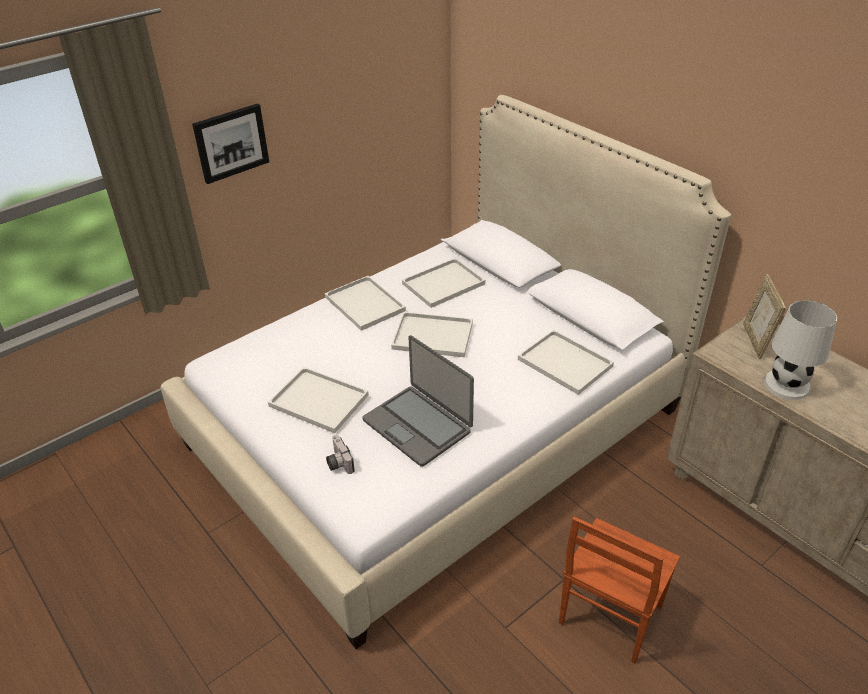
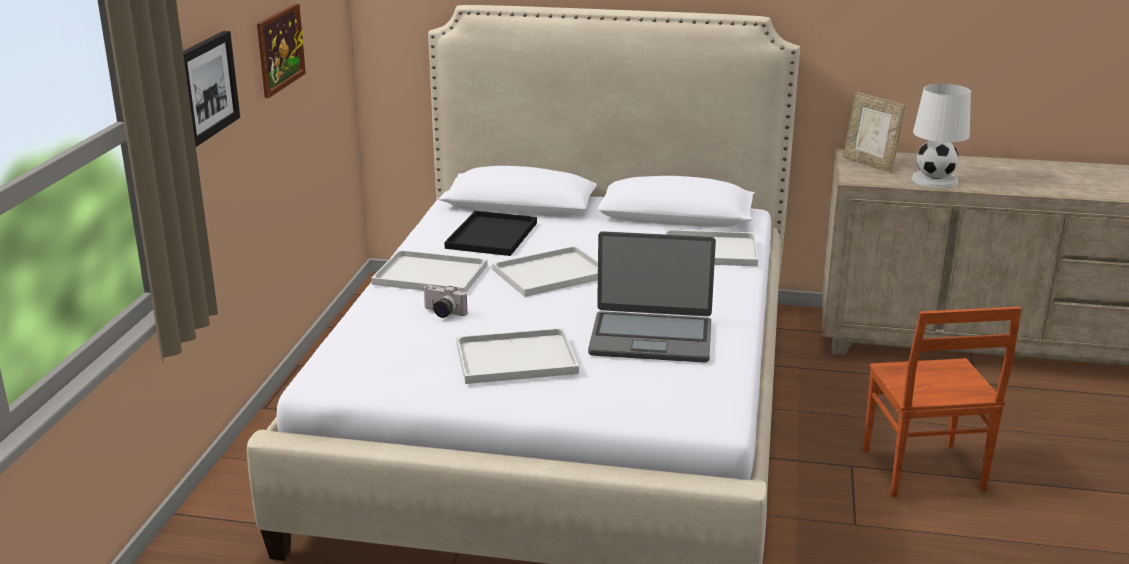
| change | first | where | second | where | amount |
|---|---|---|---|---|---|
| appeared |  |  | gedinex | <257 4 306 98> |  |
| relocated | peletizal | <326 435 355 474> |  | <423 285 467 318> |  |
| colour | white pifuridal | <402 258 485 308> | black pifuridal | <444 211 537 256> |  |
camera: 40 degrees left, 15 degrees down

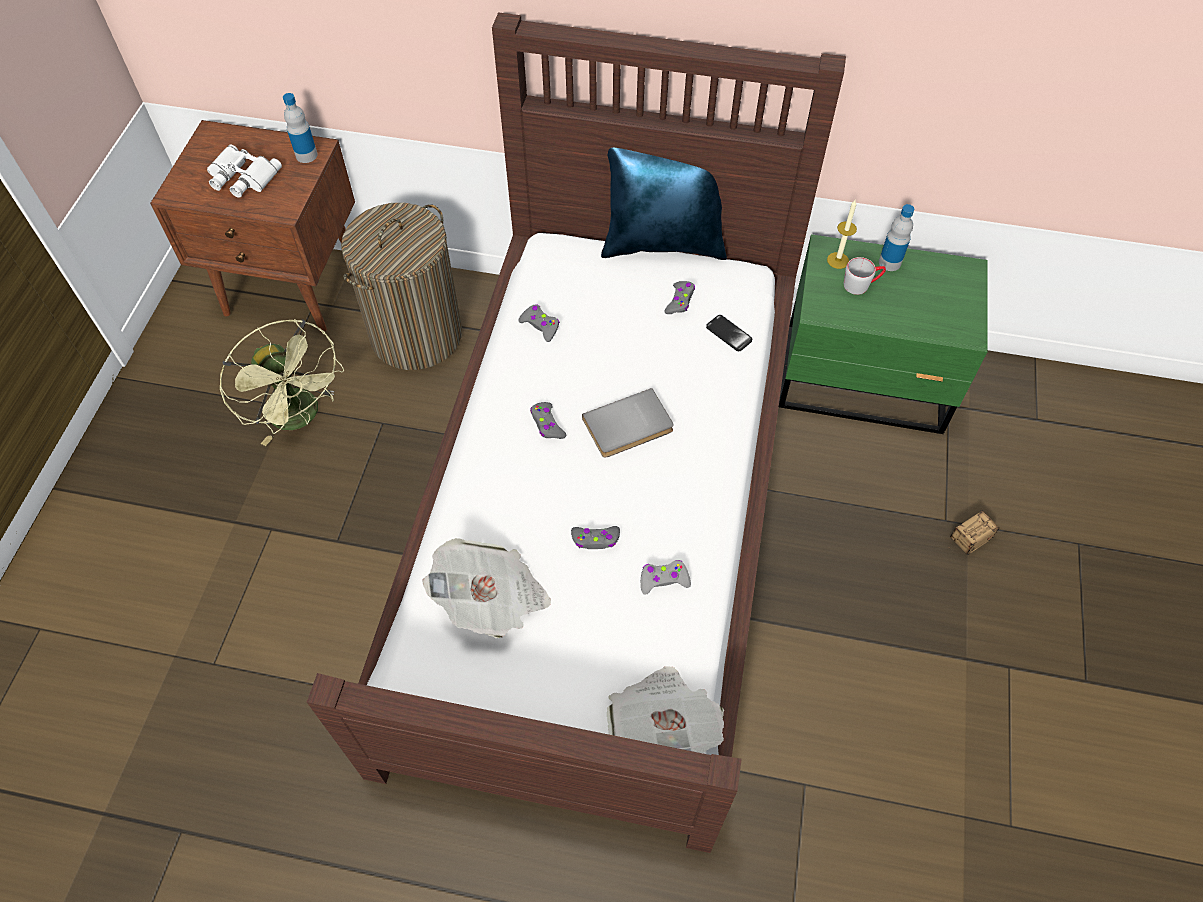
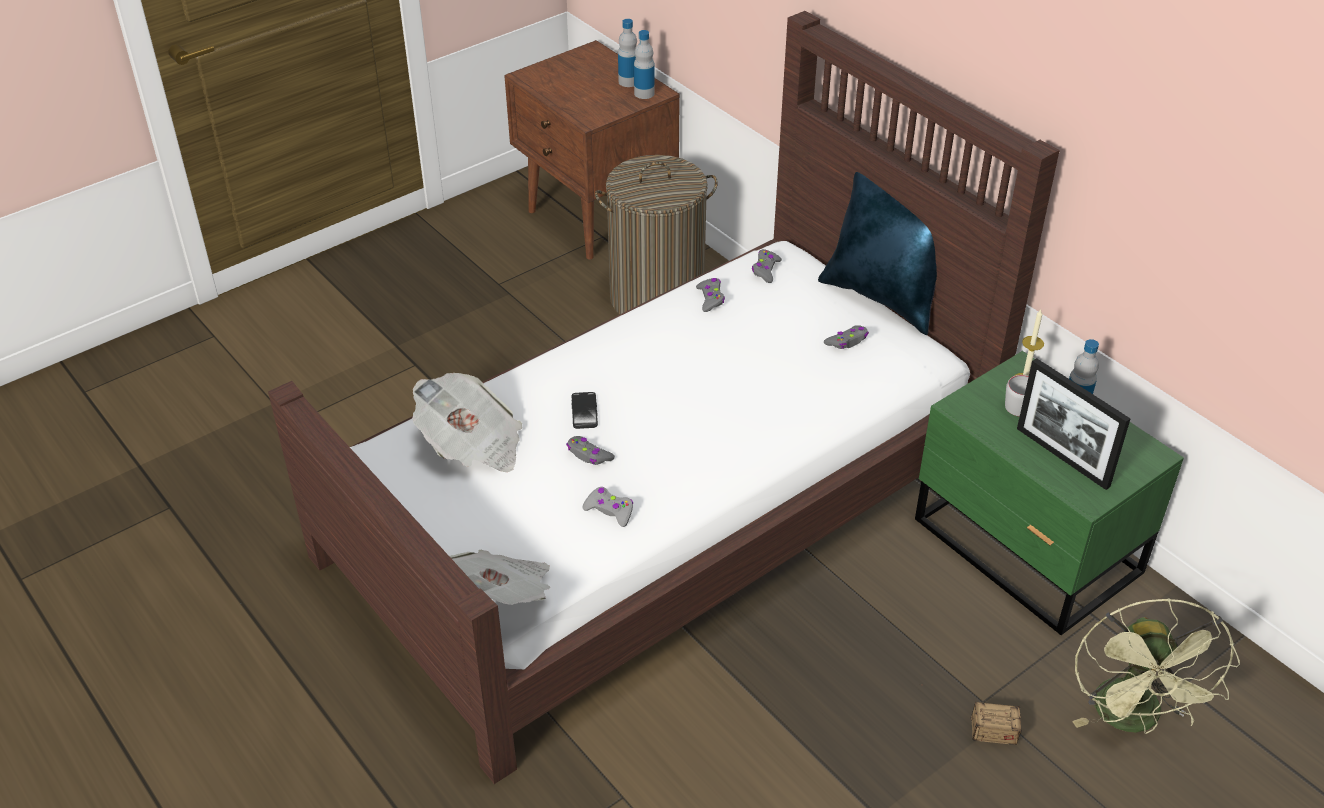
| change | first | where | second | where | amount |
|---|---|---|---|---|---|
| relocated | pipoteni | <706 315 752 351> |  | <572 392 598 429> |  |
| appeared |  |  | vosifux | <618 19 637 87> |  |
| relocated | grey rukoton | <530 402 566 439> |  | <752 249 782 283> |  |
| appeared |  |  | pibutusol | <1017 358 1131 490> |  |
| relocated | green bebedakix | <219 319 344 446> |  | <1072 598 1240 734> |  |
| missing | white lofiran | <207 144 282 198> |  |  |  |
| missing | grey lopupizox | <582 388 674 458> |  |  |  |
camera: 40 degrees right, 15 degrees down

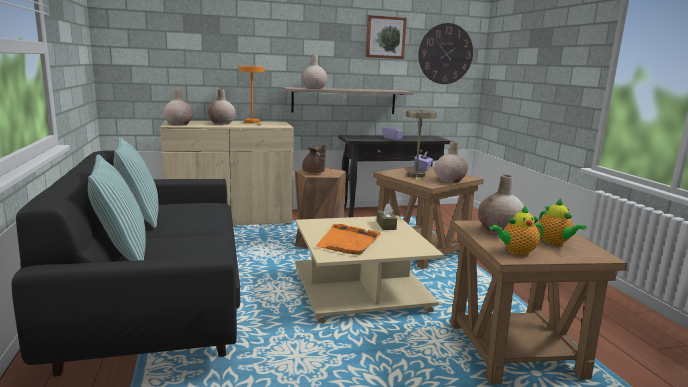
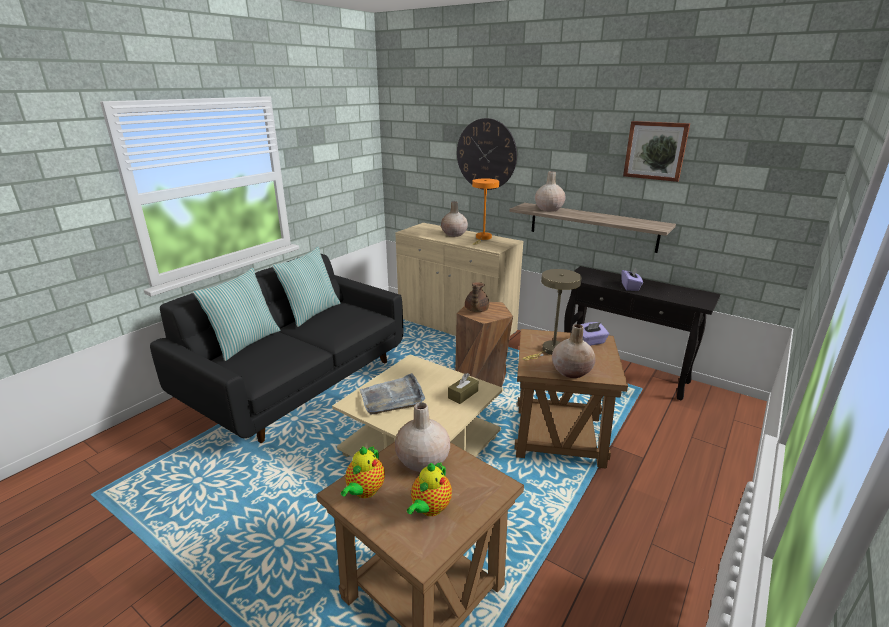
| change | first | where | second | where | amount |
|---|---|---|---|---|---|
| spun | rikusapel | <489 205 543 256> |  | <341 445 385 498> | 105 degrees counterclockwise |
| colour | orange pifuridal | <316 224 381 255> | grey pifuridal | <360 373 425 415> |  |
| relocated | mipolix | <418 23 473 84> |  | <457 118 517 190> |  |
| missing | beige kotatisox | <163 88 193 126> |  |  |  |
camera: 50 degrees right, 10 degrees up

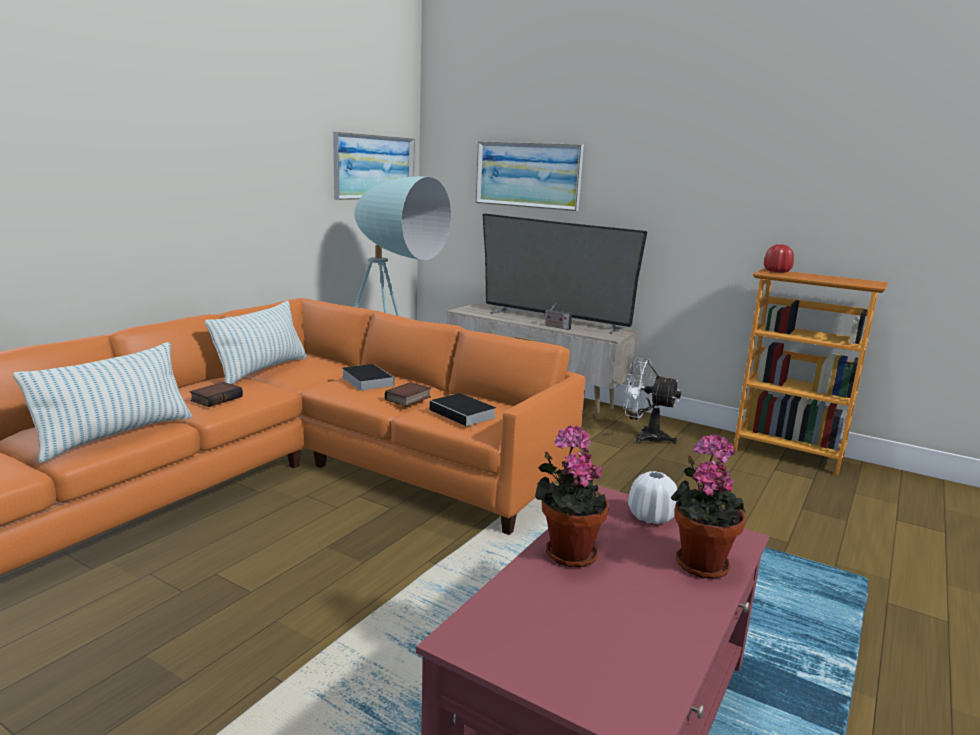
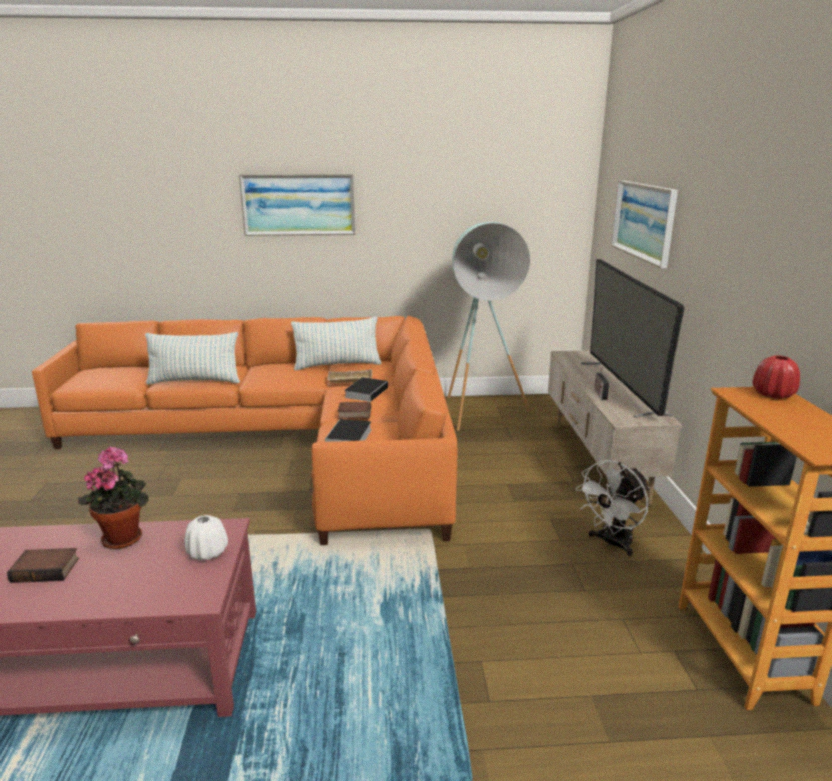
| change | first | where | second | where | amount |
|---|---|---|---|---|---|
| relocated | lopupizox | <190 382 243 407> |  | <7 548 79 583> |  |
| relocated | gedinex | <333 132 415 200> |  | <239 174 355 236> |  |
| appeared |  |  | beige pifuridal | <327 369 372 383> |  |
| spun | white bebedakix | <623 358 681 444> |  | <575 460 650 556> | 120 degrees counterclockwise |
| missing | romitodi | <671 434 746 578> |  |  |  |
camera: 55 degrees right, 5 degrees up

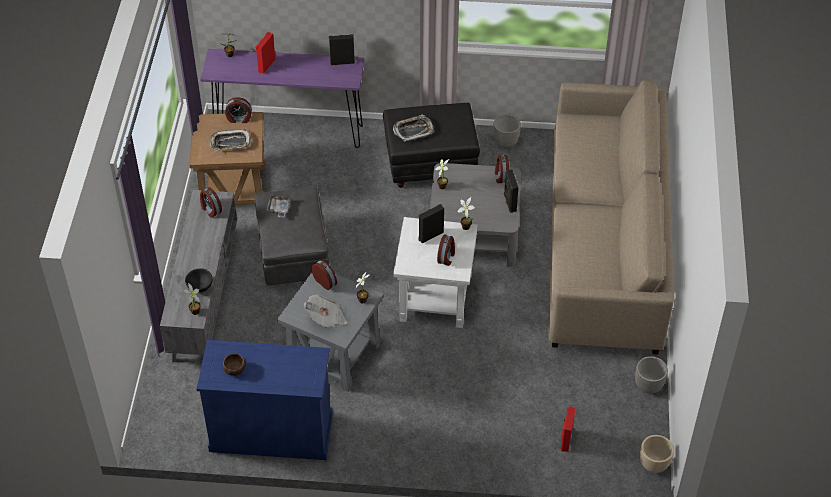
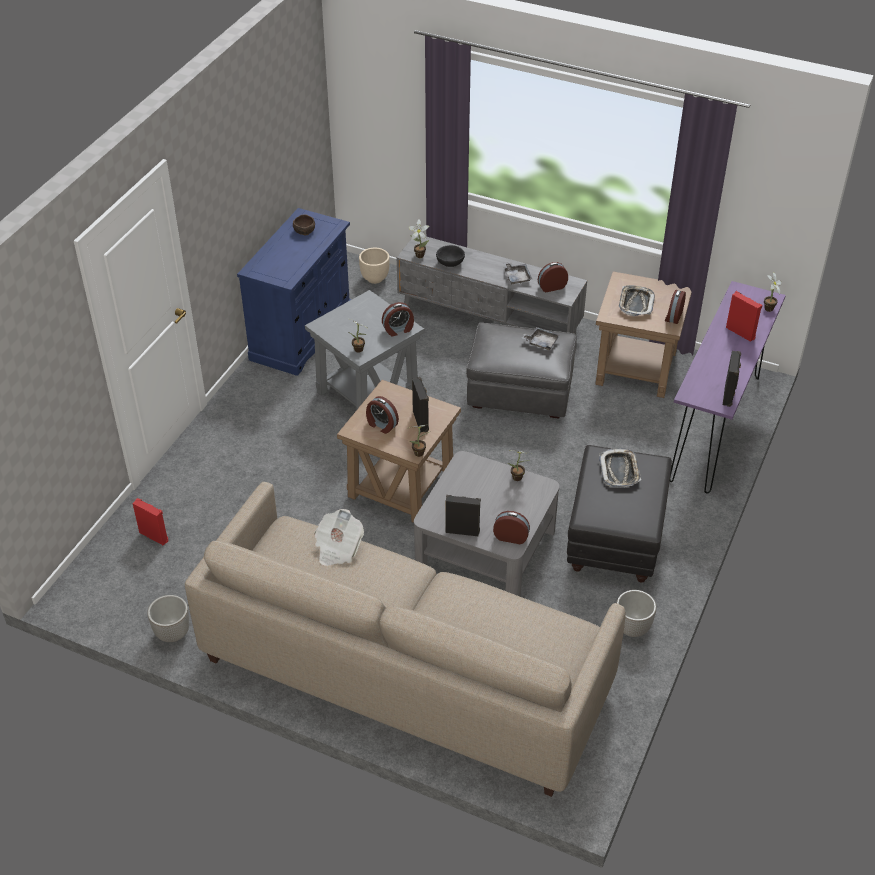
| change | first | where | second | where | amount |
|---|---|---|---|---|---|
| relocated | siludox | <304 294 347 328> |  | <314 509 364 566> |  |
| colour | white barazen | <393 217 478 328> | brown barazen | <337 380 461 523> |  |
| relocated | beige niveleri | <640 435 674 473> |  | <359 248 390 284> |  |
| appeared |  |  | grey pifuridal | <503 262 532 284> |  |
camera: 110 degrees right, 5 degrees down

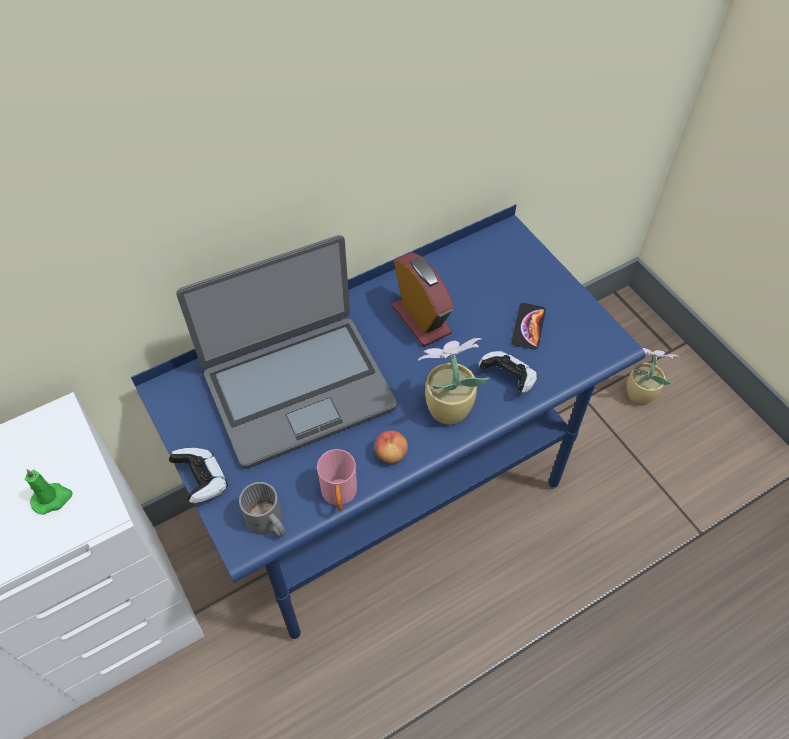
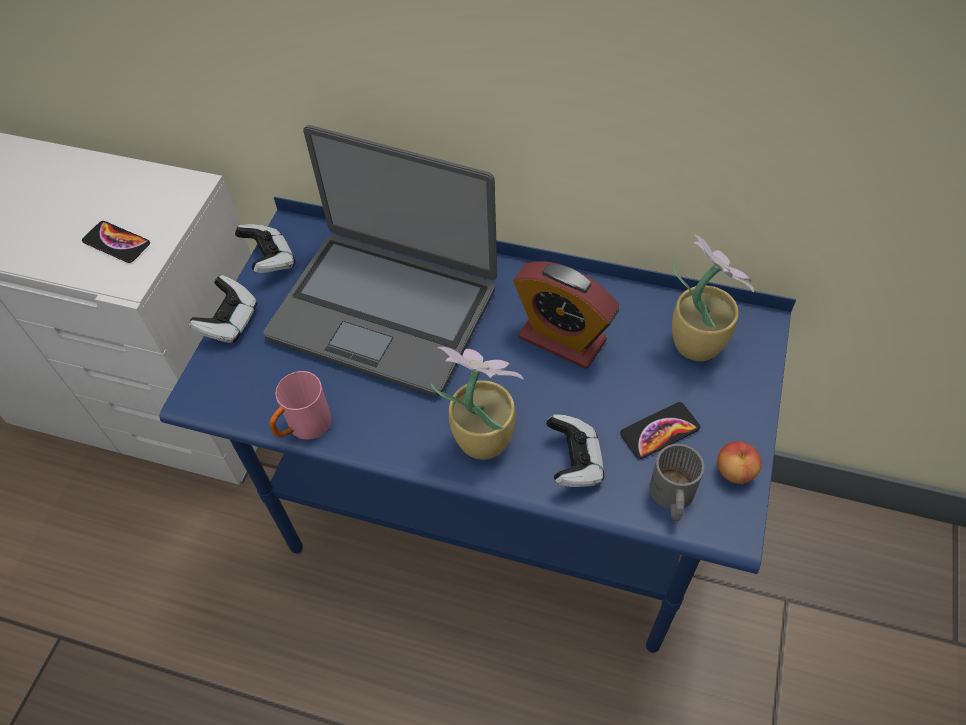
| change | first | where | second | where | amount |
|---|---|---|---|---|---|
| exchanged | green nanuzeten | <25 469 73 515> | pipoteni | <82 221 150 263> |  |
| appeared |  |  | rukoton | <235 224 295 273> |  |
| spun | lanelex | <392 253 454 347> |  | <513 261 620 369> | 105 degrees clockwise |
| relocated | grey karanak | <239 482 285 537> |  | <649 444 704 521> |  |
| relocated | romitodi | <627 348 680 404> |  | <672 235 754 361> |  |
| relocated | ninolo | <375 430 408 463> |  | <717 441 762 484> |  |
camera: 50 degrees right, 0 degrees up

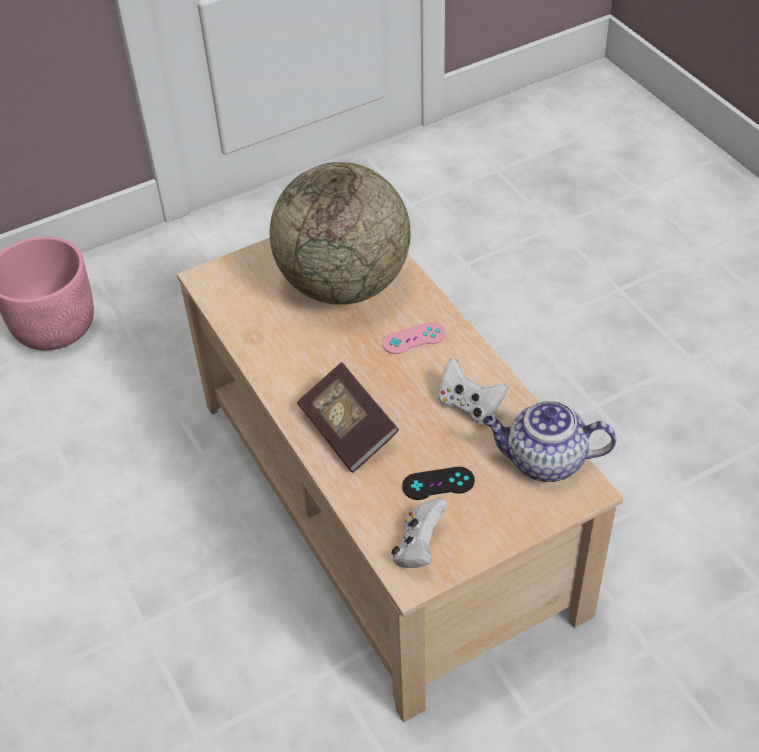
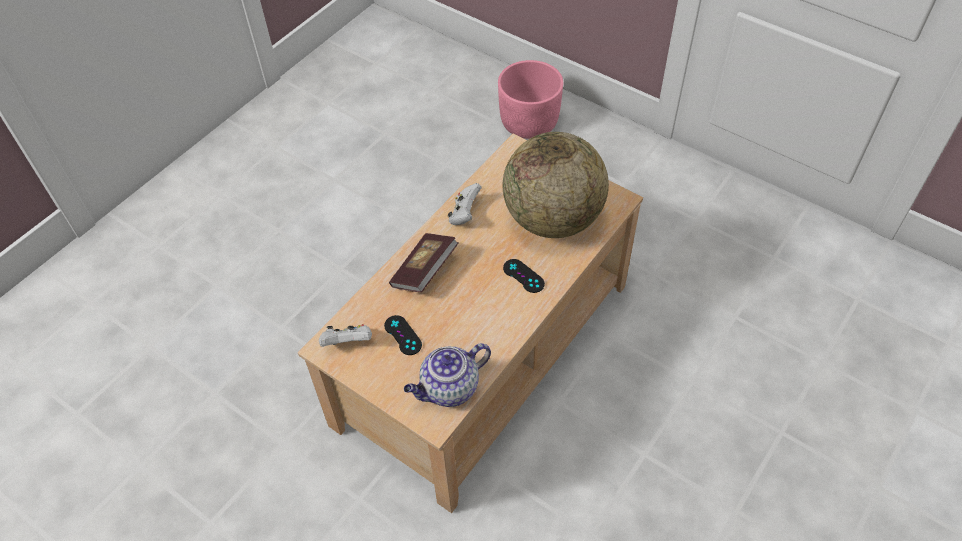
| change | first | where | second | where | amount |
|---|---|---|---|---|---|
| spun | rikusapel | <483 400 616 482> |  | <404 343 491 407> | 105 degrees counterclockwise |
| relocated | white rukoton | <438 358 508 423> |  | <448 183 482 225> |  |
| colour | pink rukoton | <382 322 445 354> | black rukoton | <503 259 545 293> |  |
camera: 65 degrees right, 5 degrees up

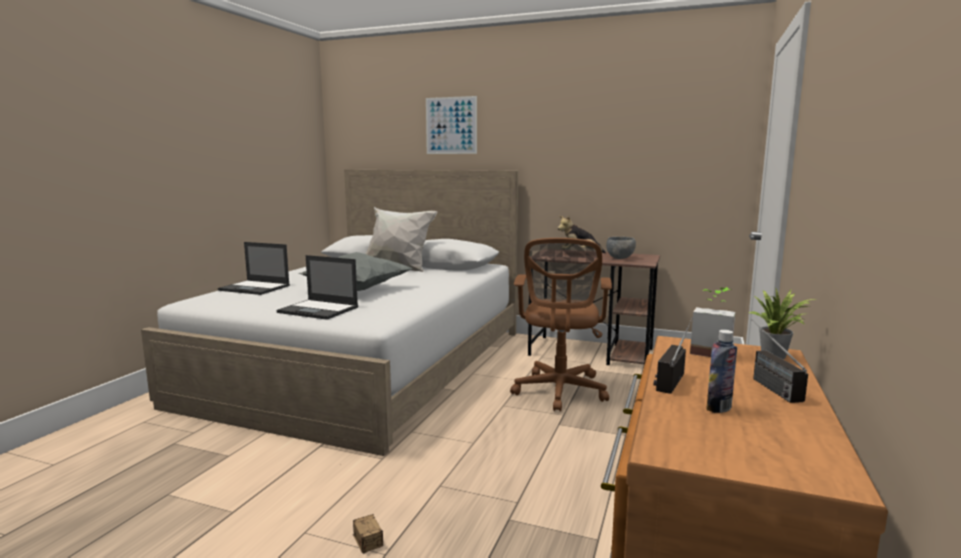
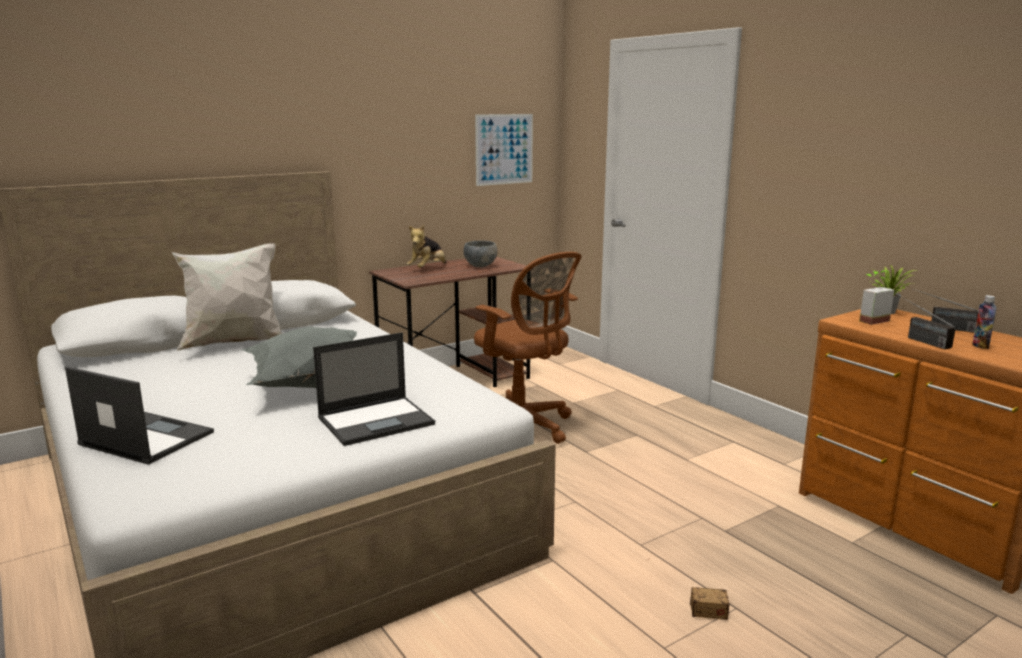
| change | first | where | second | where | amount |
|---|---|---|---|---|---|
| spun | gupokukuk | <218 242 290 295> |  | <65 366 214 465> | 120 degrees counterclockwise |
| relocated | gedinex | <426 96 477 154> |  | <475 114 533 186> |  |
camera: 55 degrees left, 5 degrees up

